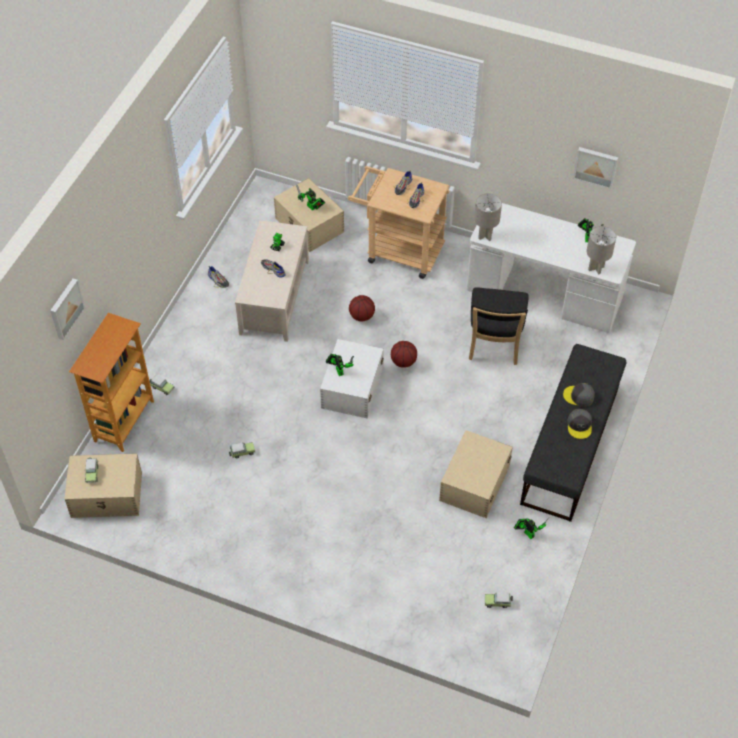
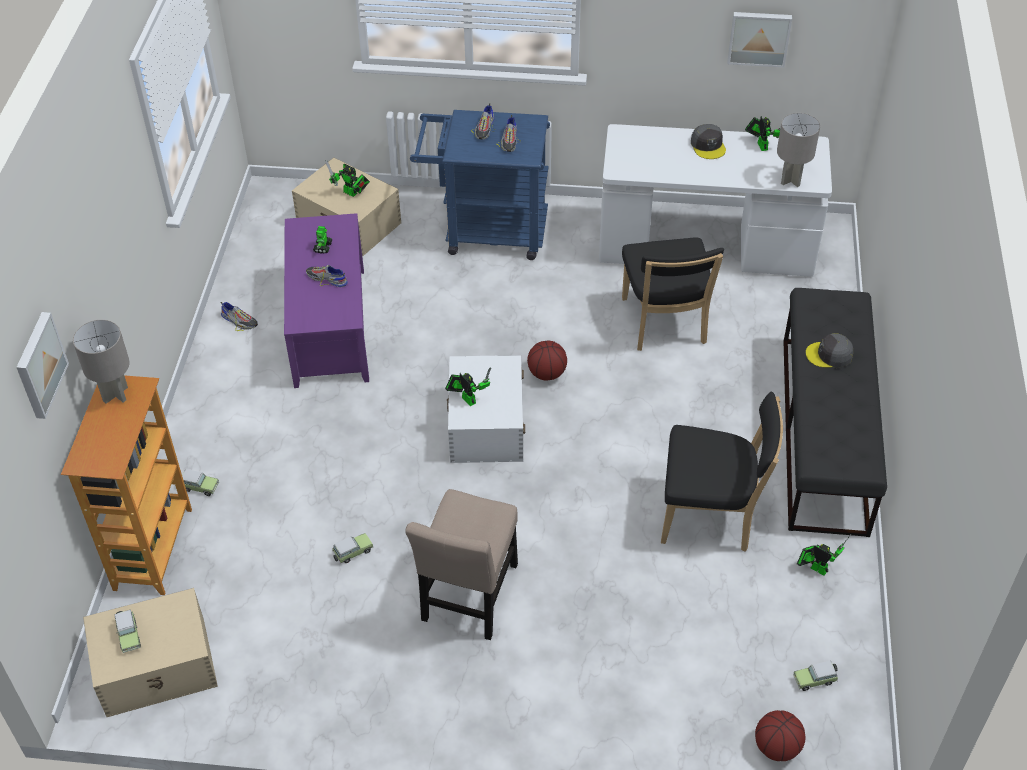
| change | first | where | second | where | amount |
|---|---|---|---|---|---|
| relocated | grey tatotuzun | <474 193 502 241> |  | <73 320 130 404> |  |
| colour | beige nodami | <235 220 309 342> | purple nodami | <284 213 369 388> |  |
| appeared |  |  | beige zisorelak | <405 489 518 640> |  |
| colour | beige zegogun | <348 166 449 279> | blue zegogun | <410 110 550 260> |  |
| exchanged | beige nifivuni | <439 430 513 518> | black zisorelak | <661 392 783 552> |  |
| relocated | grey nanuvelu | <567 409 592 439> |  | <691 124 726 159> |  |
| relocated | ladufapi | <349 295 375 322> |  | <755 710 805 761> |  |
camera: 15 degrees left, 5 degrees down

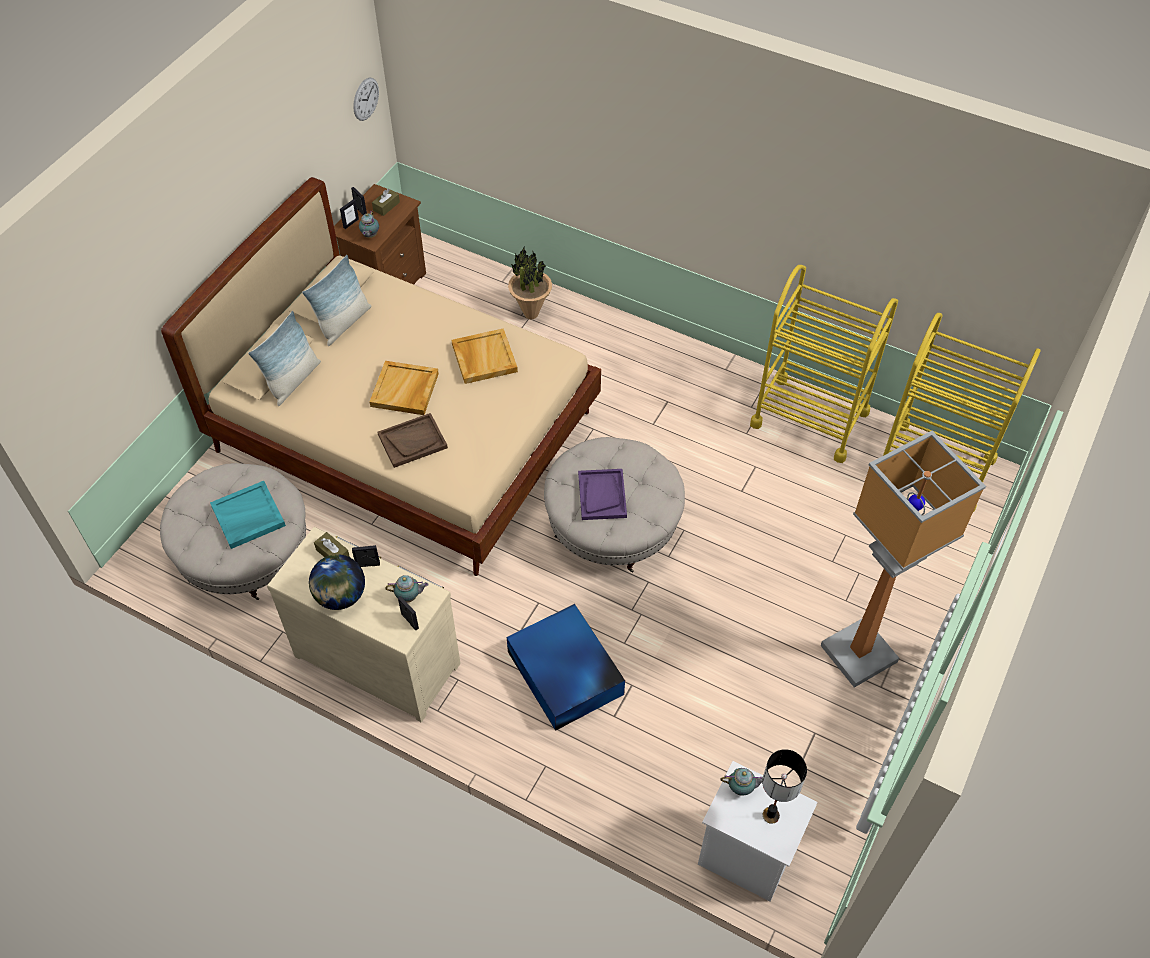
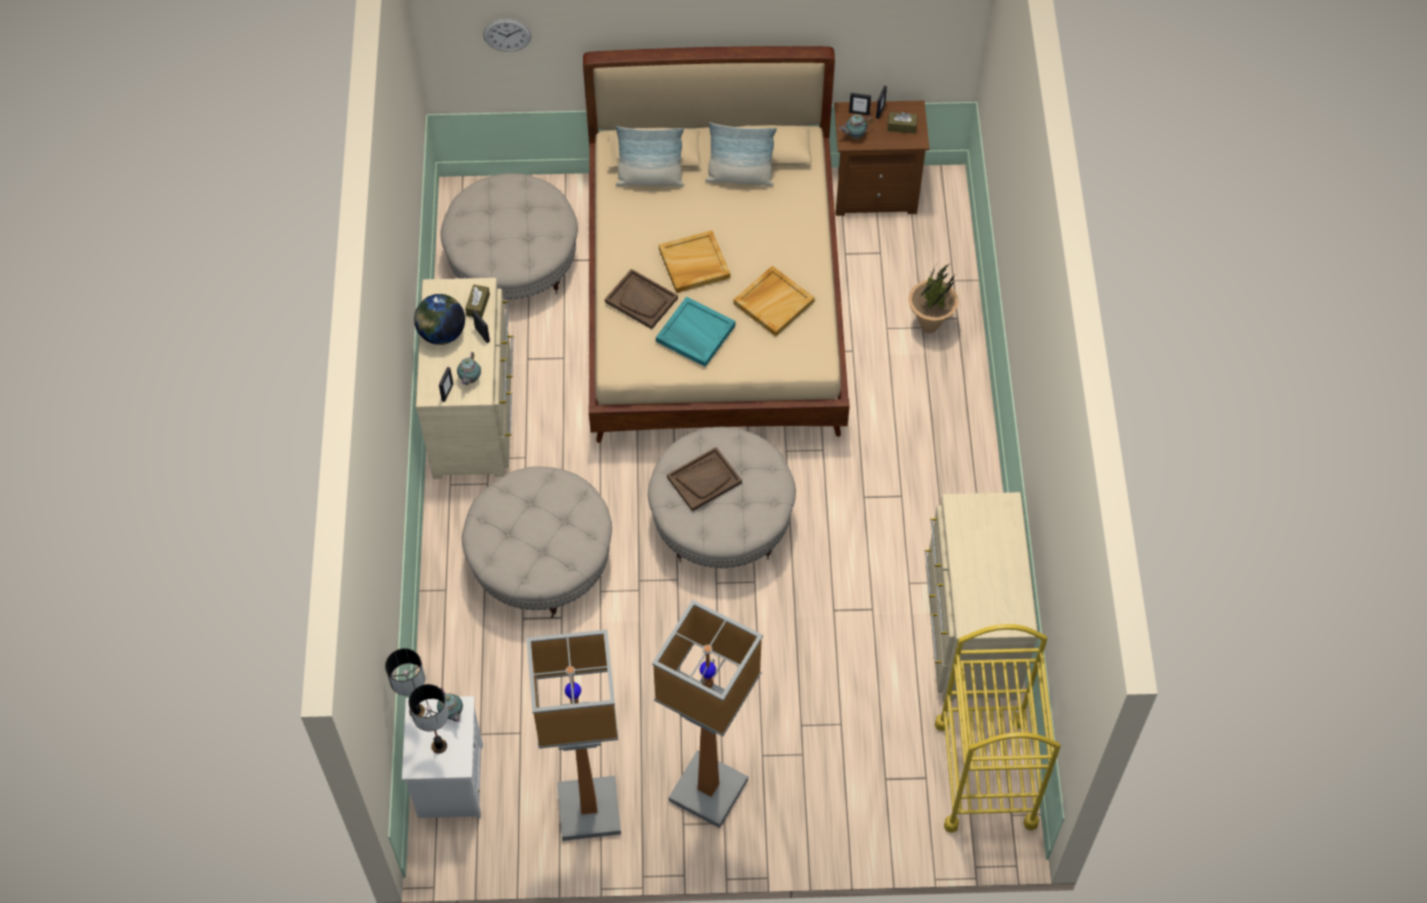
| change | first | where | second | where | amount |
|---|---|---|---|---|---|
| appeared |  |  | tatotuzun | <385 648 425 717> |  |
| spun | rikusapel | <385 575 429 603> |  | <457 352 481 385> | 45 degrees clockwise |
| exchanged | blue nifivuni | <507 604 625 731> | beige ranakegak | <462 466 612 618> |  |
| relocated | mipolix | <353 77 379 121> |  | <483 18 531 52> |  |
| appeared |  |  | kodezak | <526 629 621 841> |  |
| relocated | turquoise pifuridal | <210 481 286 549> |  | <656 297 736 367> |  |
| colour | purple pifuridal | <578 469 627 520> | brown pifuridal | <667 447 742 512> |  |
| exchanged | yellow zegogun | <750 265 898 463> | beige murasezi | <925 492 1038 702> |  |
camera: 60 degrees right, 5 degrees up

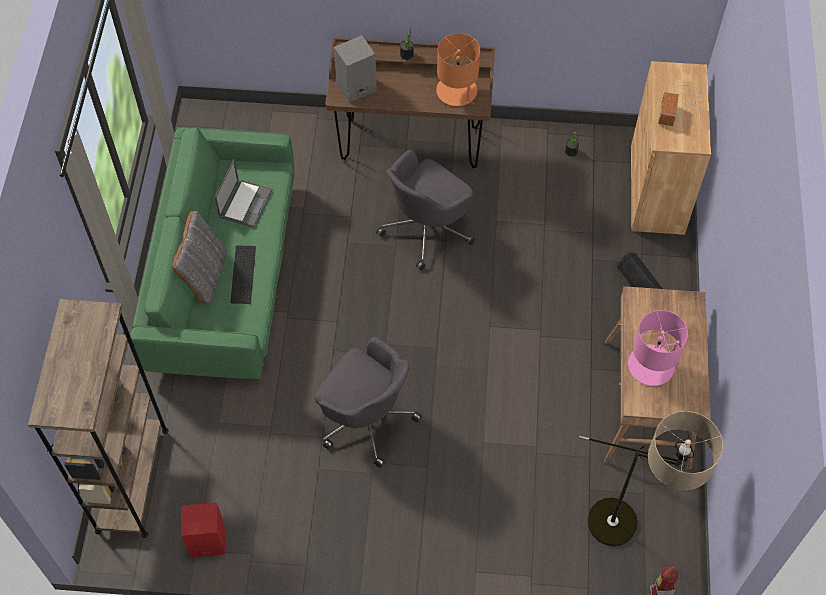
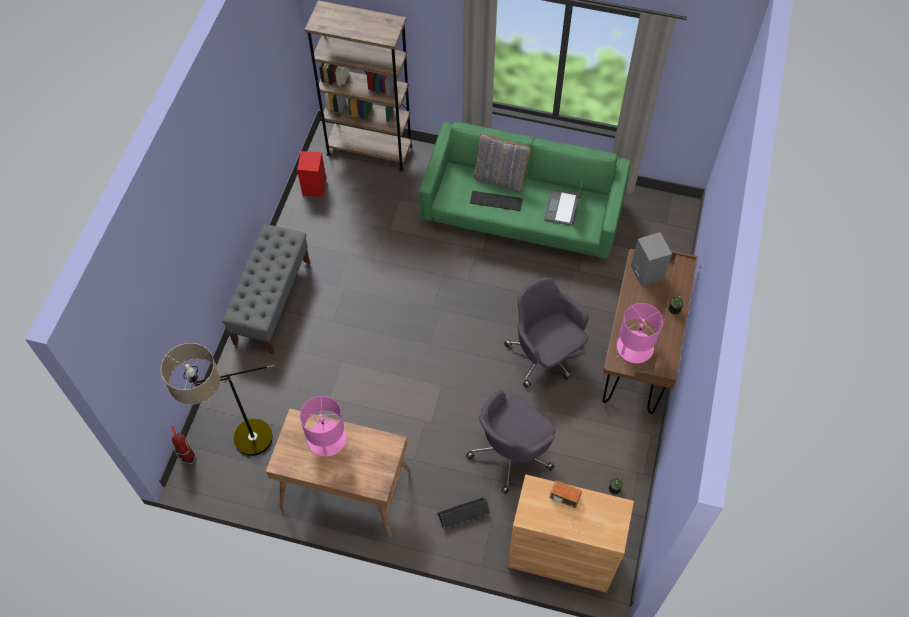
| change | first | where | second | where | amount |
|---|---|---|---|---|---|
| appeared |  |  | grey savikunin | <222 224 310 354> |  |
| relocated | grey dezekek | <315 337 422 468> |  | <466 389 555 494> |  |
| spun | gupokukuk | <215 159 273 228> |  | <544 179 583 226> | 75 degrees clockwise |
| colour | orange tatotuzun | <436 33 480 106> | pink tatotuzun | <616 303 663 363> |  |
camera: 100 degrees right, 0 degrees up

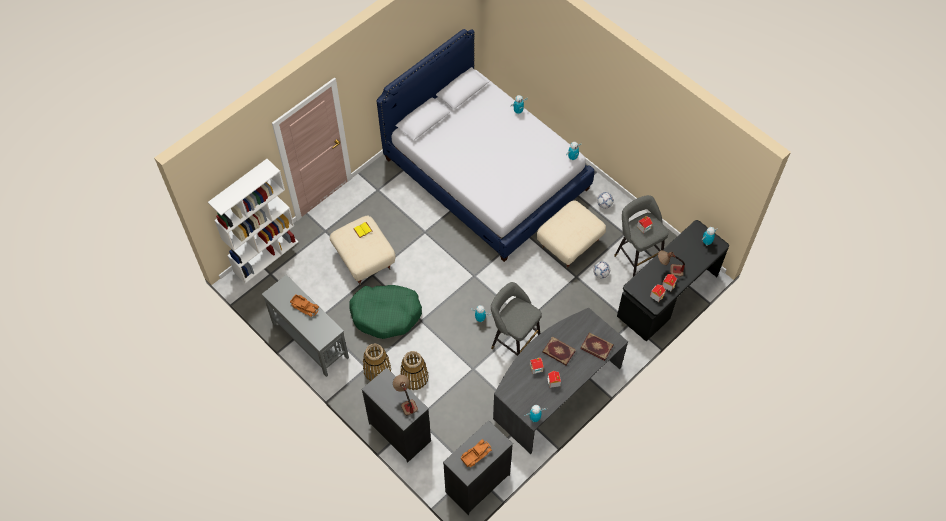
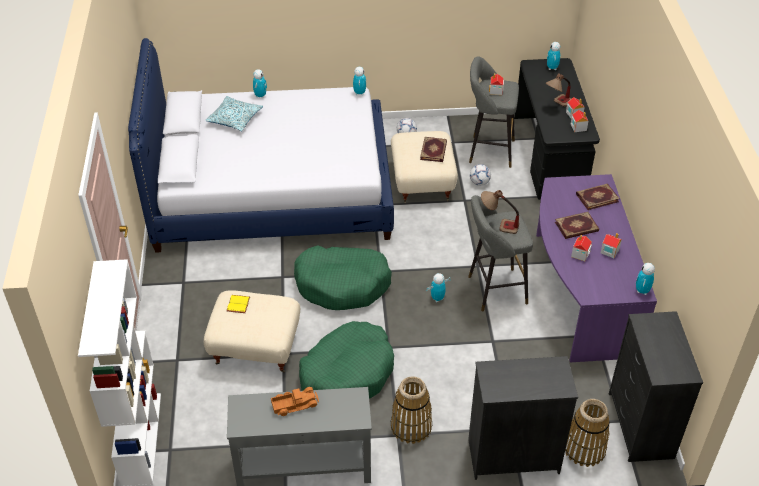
| change | first | where | second | where | amount |
|---|---|---|---|---|---|
| appeared |  |  | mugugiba | <205 96 263 132> |  |
| appeared |  |  | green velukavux | <294 245 392 310> |  |
| appeared |  |  | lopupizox | <420 137 447 162> |  |
| relocated | tatotuzun | <393 375 418 416> |  | <481 190 519 234> |  |
| colour | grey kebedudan | <493 308 628 454> | purple kebedudan | <536 174 657 362> |  |
| relocated | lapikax | <400 351 428 390> |  | <565 399 610 467> |  |
| missing | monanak | <461 439 492 467> |  |  |  |
camera: 50 degrees left, 15 degrees down

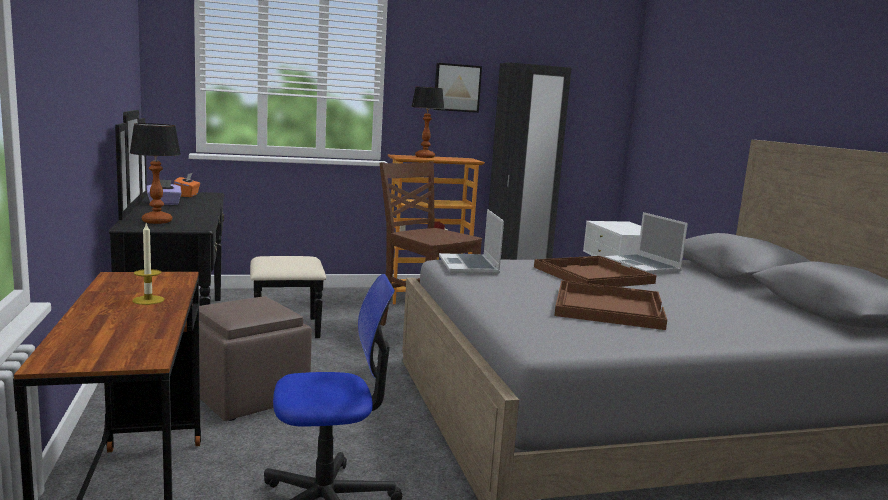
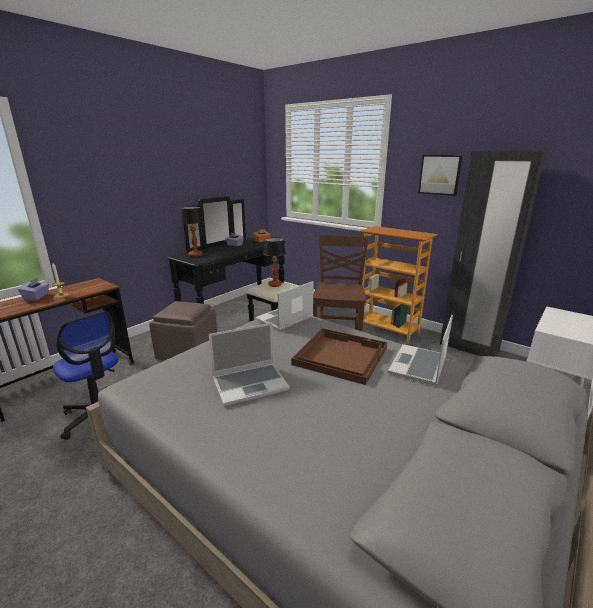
| change | first | where | second | where | amount |
|---|---|---|---|---|---|
| appeared |  |  | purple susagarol | <18 278 49 301> |  |
| exchanged | brown pifuridal | <554 280 667 330> | gupokukuk | <209 323 290 406> |  |
| relocated | tatotuzun | <411 86 444 158> |  | <263 238 286 287> |  |
camera: 55 degrees right, 10 degrees up

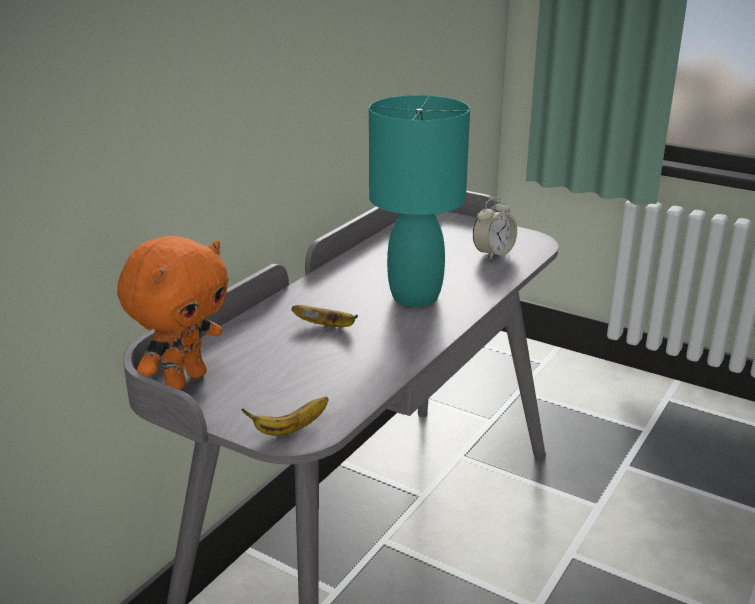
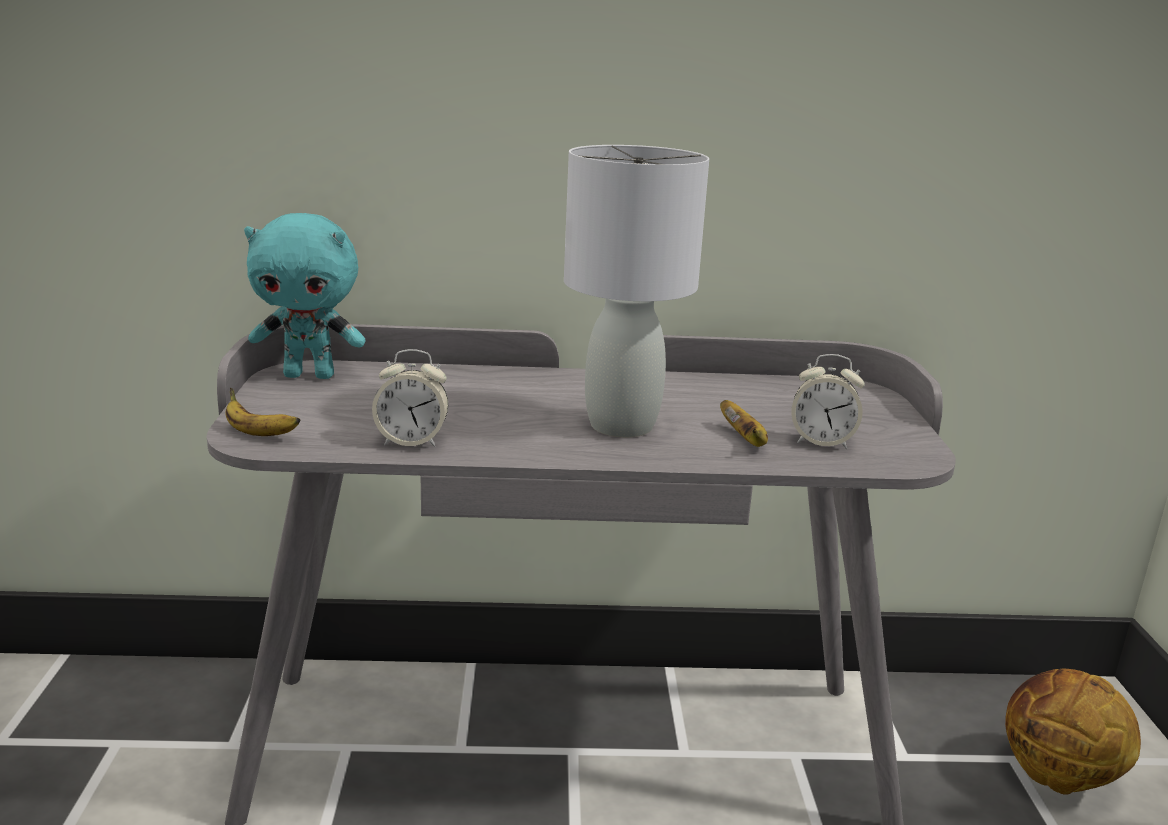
| change | first | where | second | where | amount |
|---|---|---|---|---|---|
| colour | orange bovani | <117 236 229 390> | turquoise bovani | <244 213 366 379> |  |
| appeared |  |  | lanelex | <372 349 448 447> |  |
| colour | turquoise tatotuzun | <369 95 470 307> | grey tatotuzun | <564 145 709 437> |  |
| relocated | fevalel | <292 305 358 327> |  | <720 400 768 447> |  |
| appeared |  |  | ladufapi | <1005 669 1141 795> |  |
camera: 55 degrees right, 5 degrees down

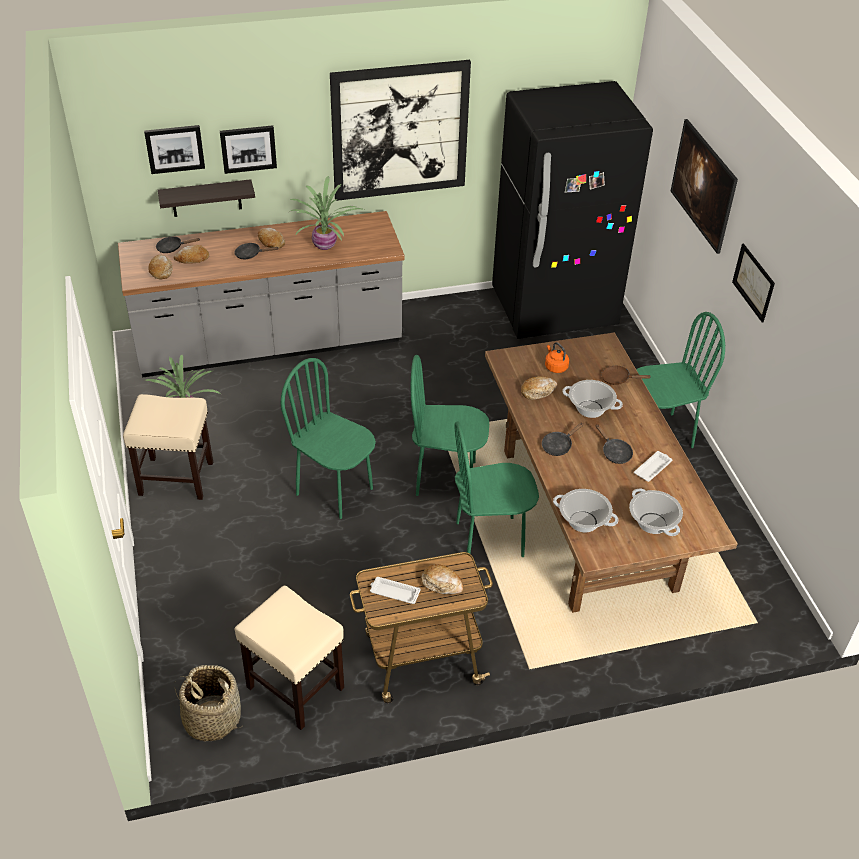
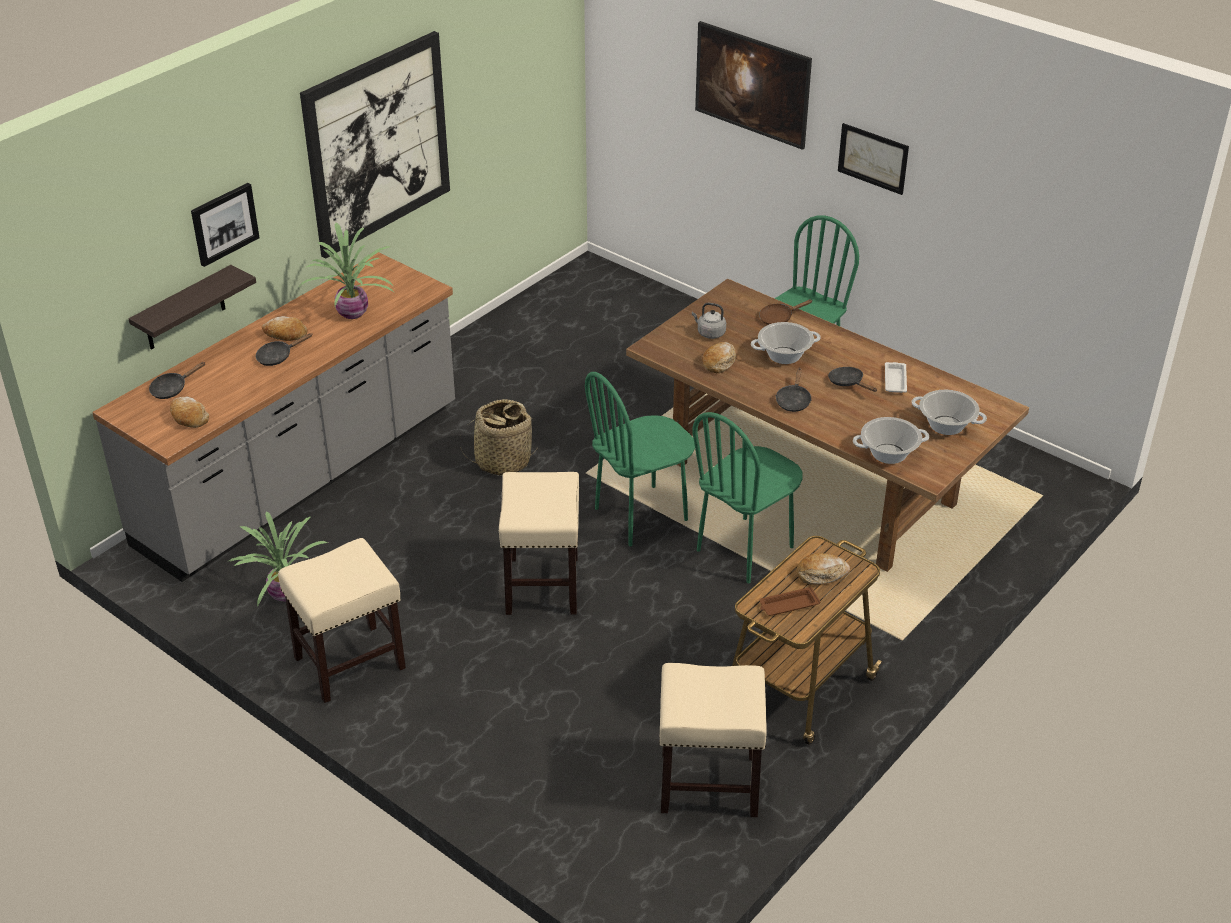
| change | first | where | second | where | amount |
|---|---|---|---|---|---|
| relocated | lapikax | <175 665 241 742> |  | <460 399 538 476> |  |
| exchanged | green zisorelak | <280 358 376 519> | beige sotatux | <499 472 579 615> |  |
| colour | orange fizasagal | <545 342 569 373> | grey fizasagal | <692 303 726 339> |  |
| colour | white pifuridal | <370 577 421 604> | brown pifuridal | <759 587 820 616> |  |
| spun | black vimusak | <596 425 633 464> |  | <828 367 877 392> | 150 degrees counterclockwise |
| missing | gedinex | <144 125 205 174> |  |  |  |
| missing | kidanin | <174 245 209 264> |  |  |  |
| missing | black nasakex | <492 81 653 339> |  |  |  |
camera: 35 degrees left, 5 degrees down

